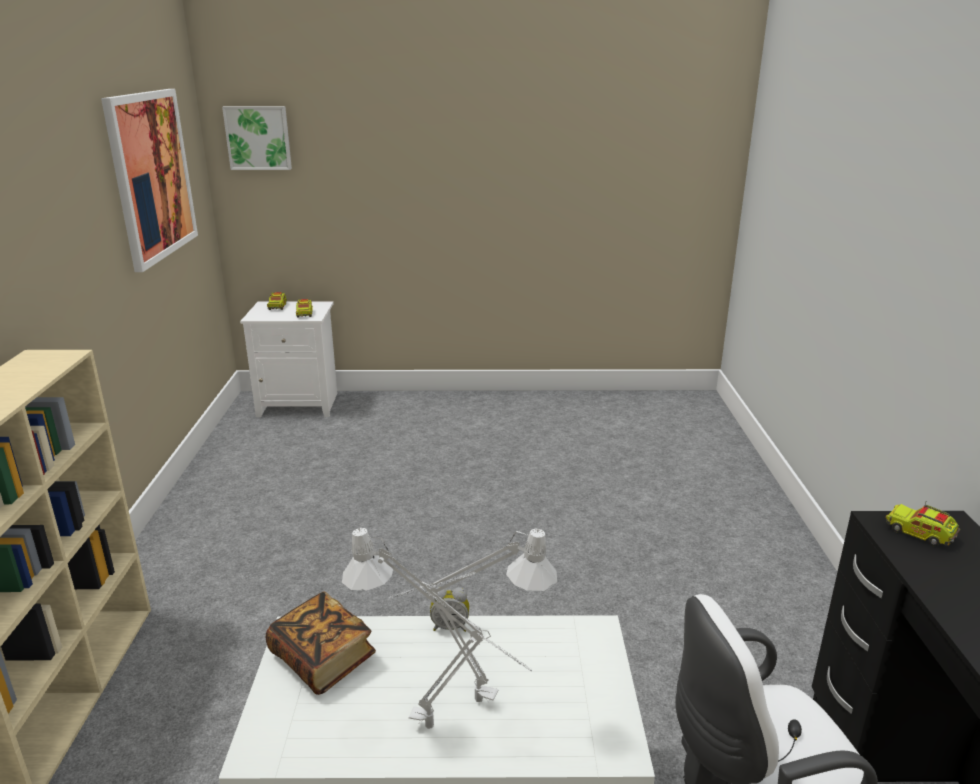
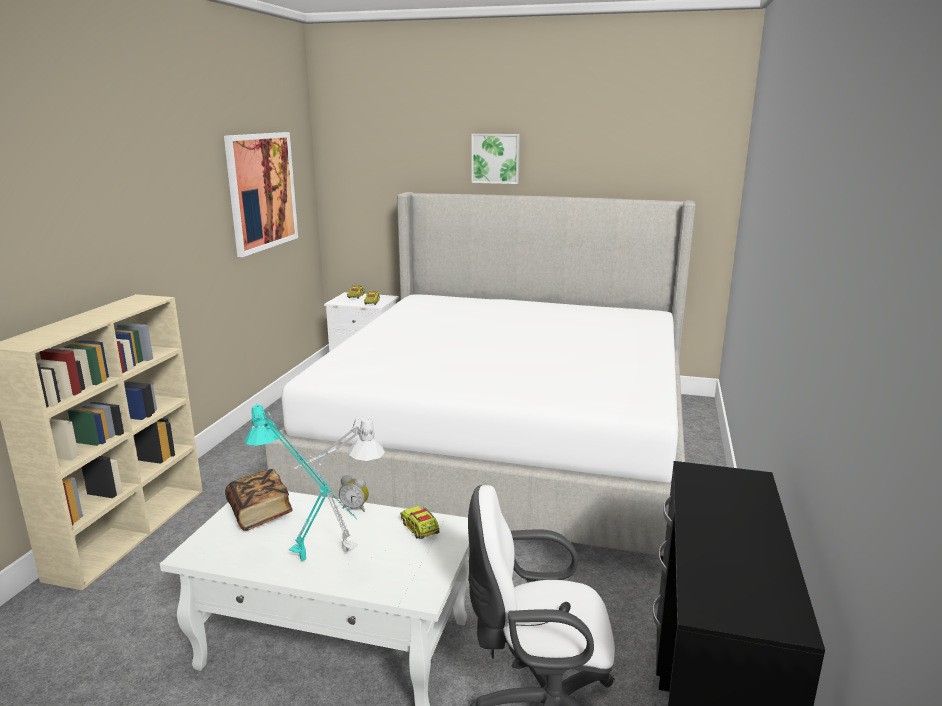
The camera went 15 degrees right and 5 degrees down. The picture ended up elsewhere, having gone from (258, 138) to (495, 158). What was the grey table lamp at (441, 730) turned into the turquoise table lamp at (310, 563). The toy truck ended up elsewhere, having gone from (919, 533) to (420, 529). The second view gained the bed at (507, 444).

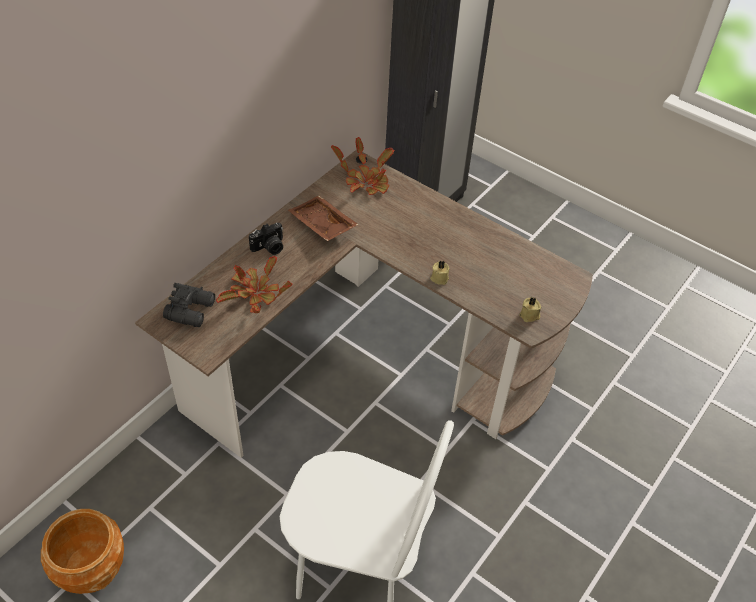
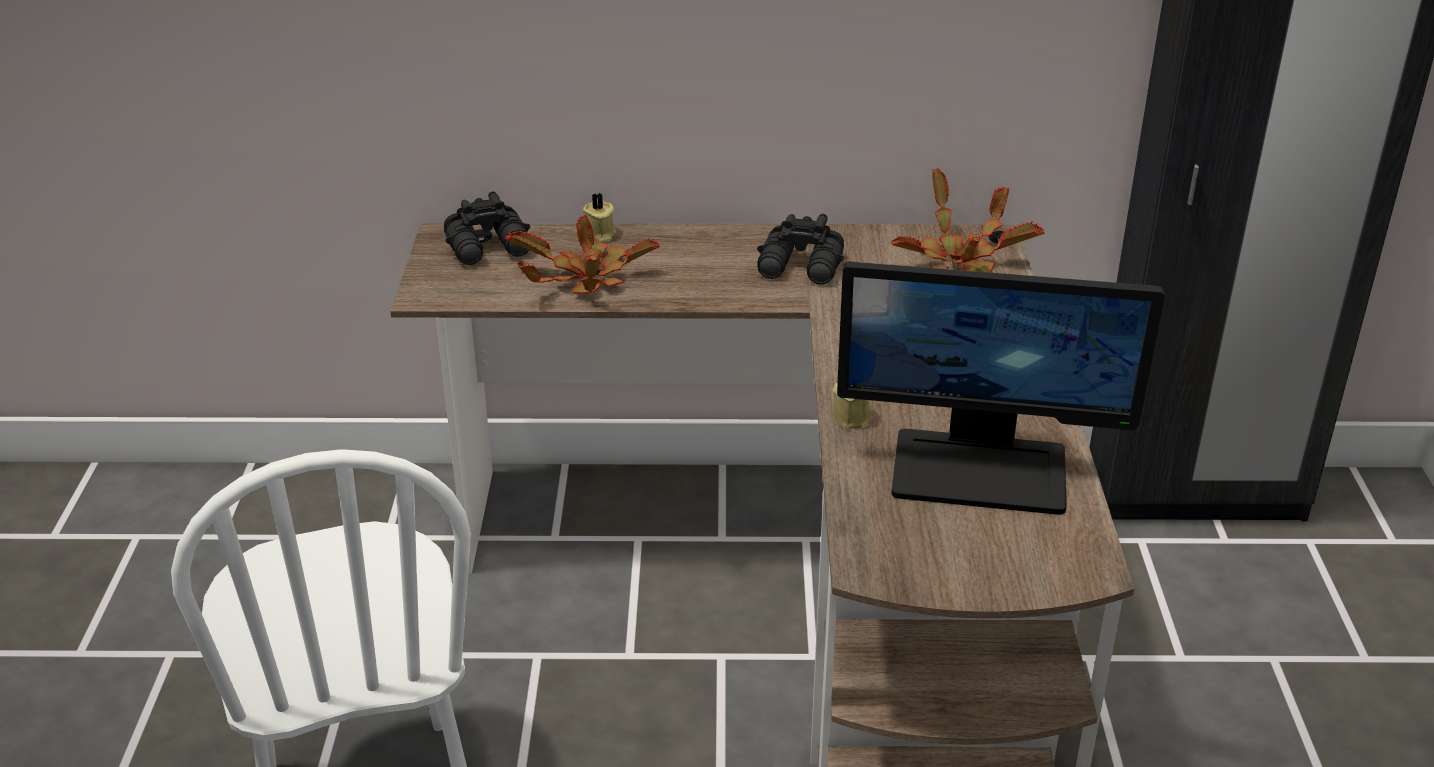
The camera went 55 degrees right and 15 degrees down. The second view lost the brown planter at (92, 568). The second view lost the photo camera at (269, 248). Where the brown tray stood at (321, 225), the black binoculars came to stand at (802, 268). The beige candle ended up elsewhere, having gone from (530, 315) to (599, 235). The second view gained the monitor at (980, 470).

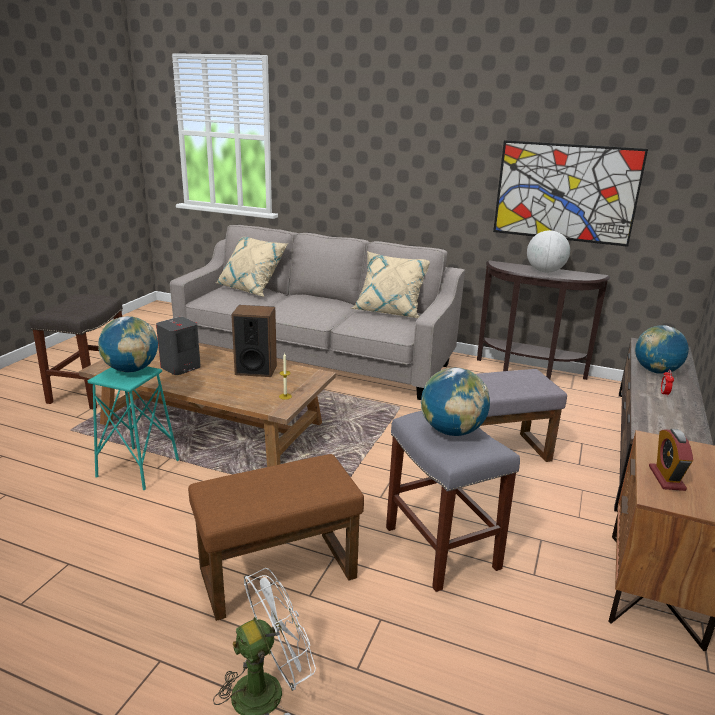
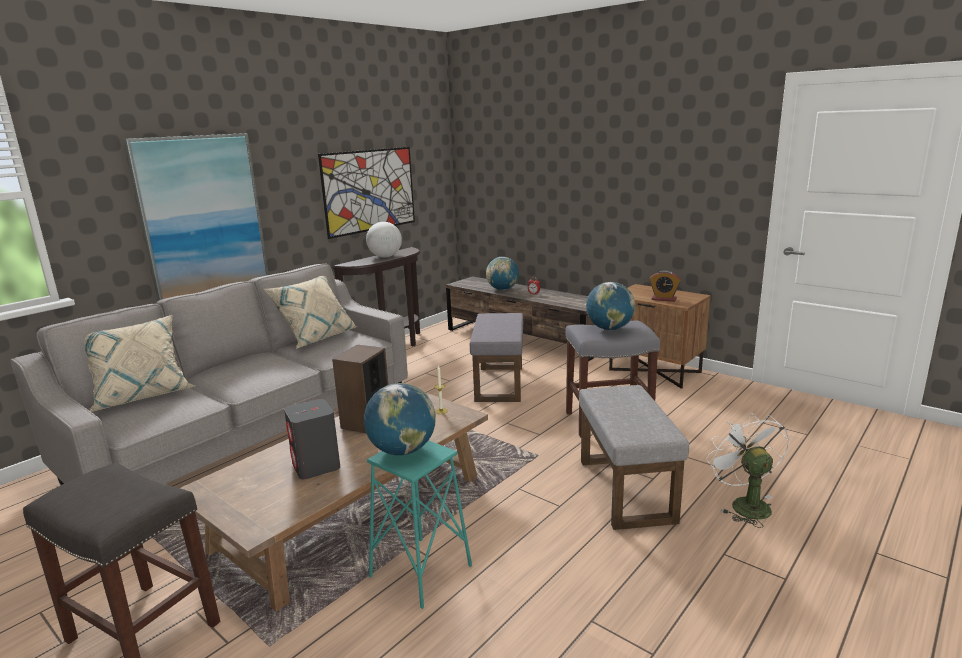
The camera went 70 degrees left and 5 degrees down. What was the brown ottoman at (276, 574) turned into the grey ottoman at (627, 490). The second view gained the picture at (202, 217).

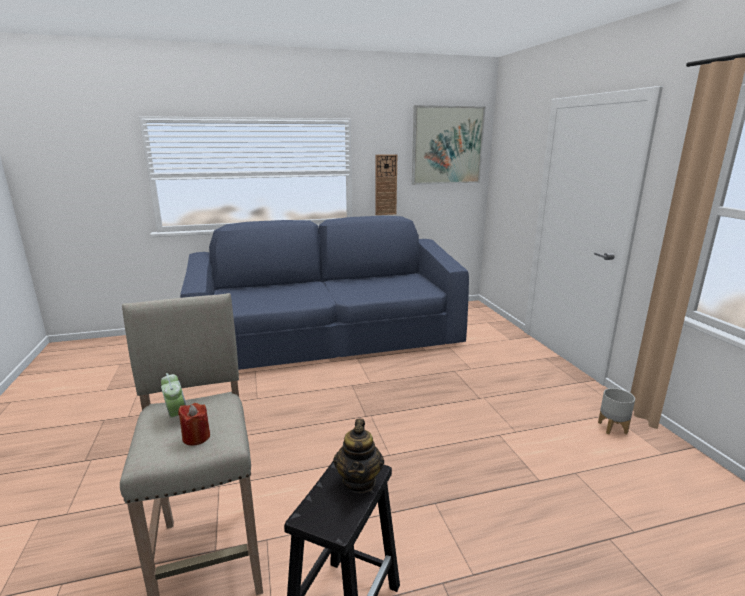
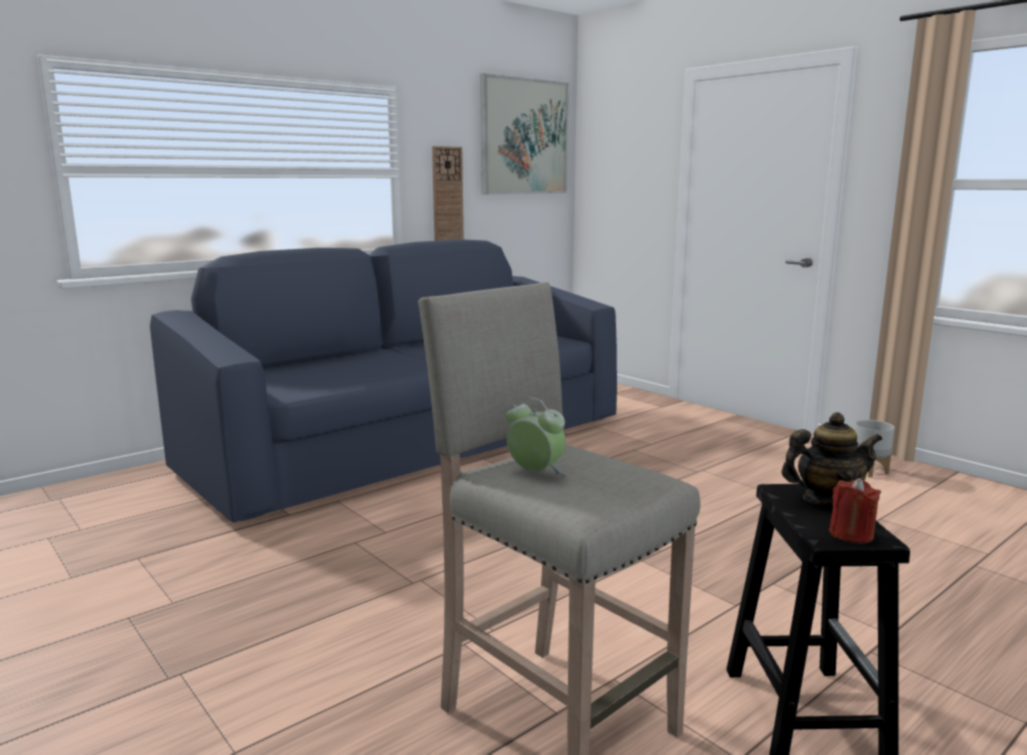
The camera went 25 degrees left and 5 degrees down. The red candle ended up elsewhere, having gone from (196, 437) to (851, 534). The teapot at (359, 481) ended up facing another way, 75 degrees counterclockwise from before.

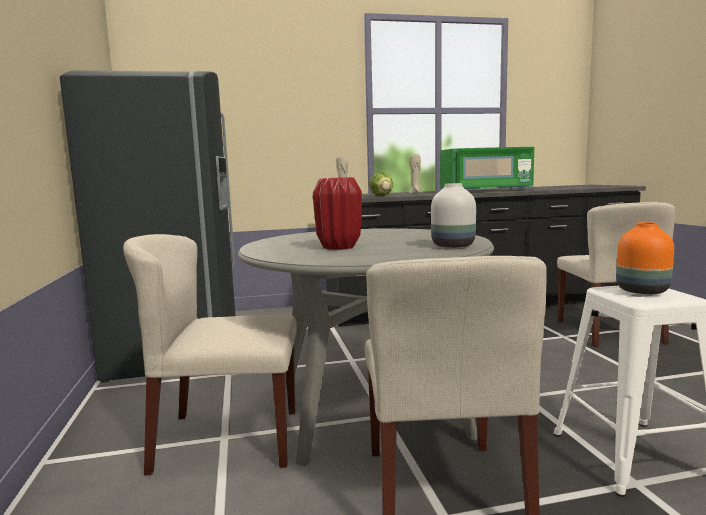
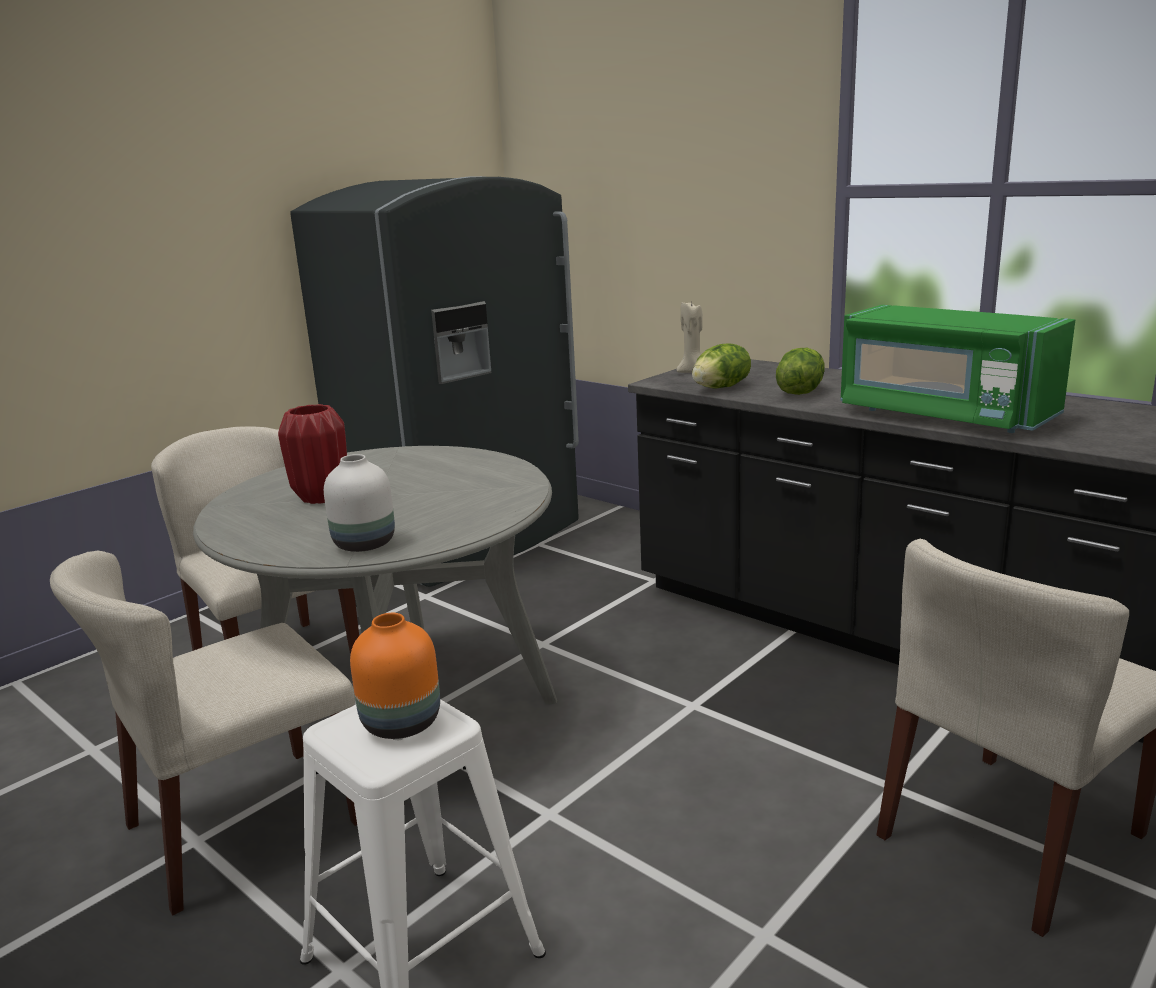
The camera went 55 degrees right and 10 degrees up. Where the beige candle stood at (415, 193), the lettuce came to stand at (799, 392).

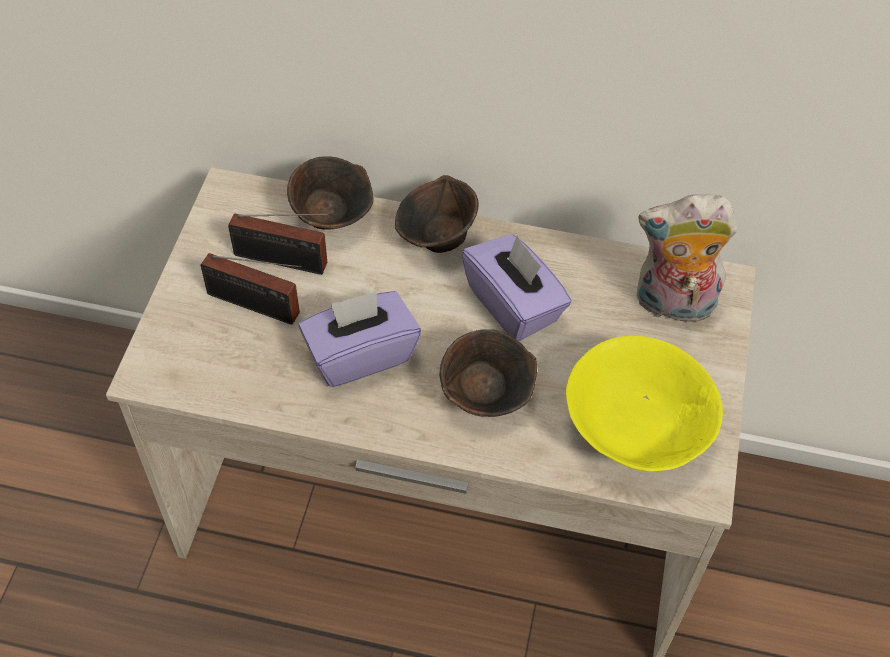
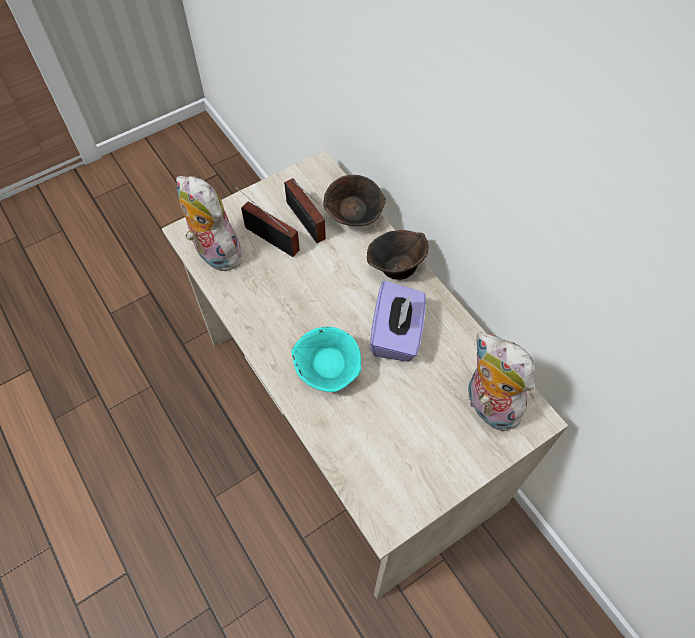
The camera went 45 degrees right and 5 degrees up. The radio at (258, 306) ended up facing another way, 150 degrees clockwise from before. The second view lost the purple tissue box at (360, 354). What was the brown bowl at (486, 395) turned into the turquoise bowl at (328, 371). The second view lost the yellow bowl at (633, 429). The second view gained the plush toy at (214, 253).

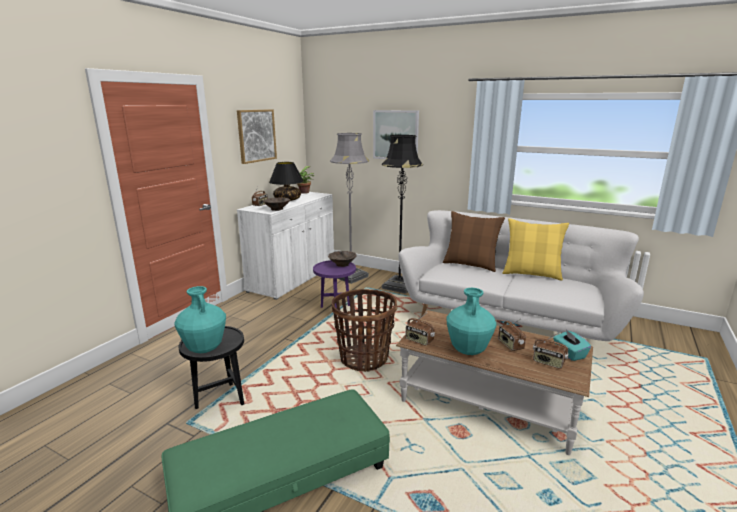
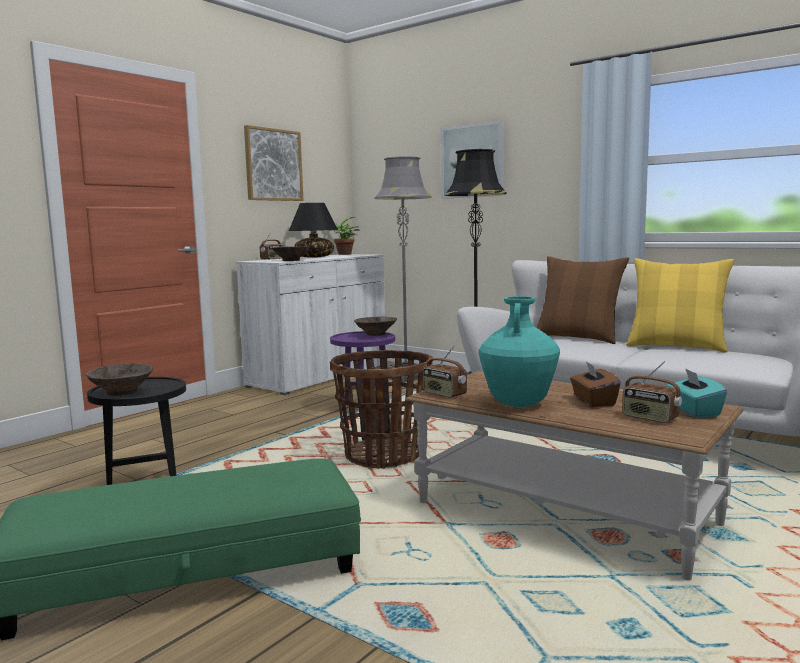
The camera went 10 degrees right and 10 degrees down. Where the turquoise vase stood at (204, 348), the brown bowl came to stand at (121, 392). Where the radio stood at (510, 345), the brown tissue box came to stand at (593, 401).

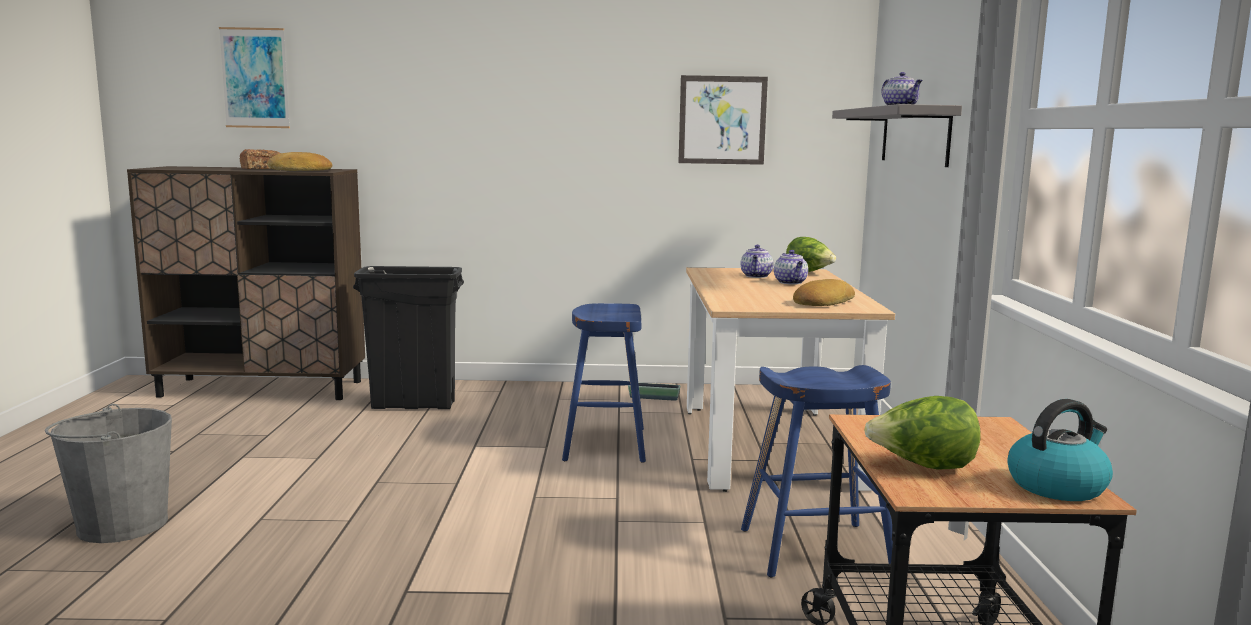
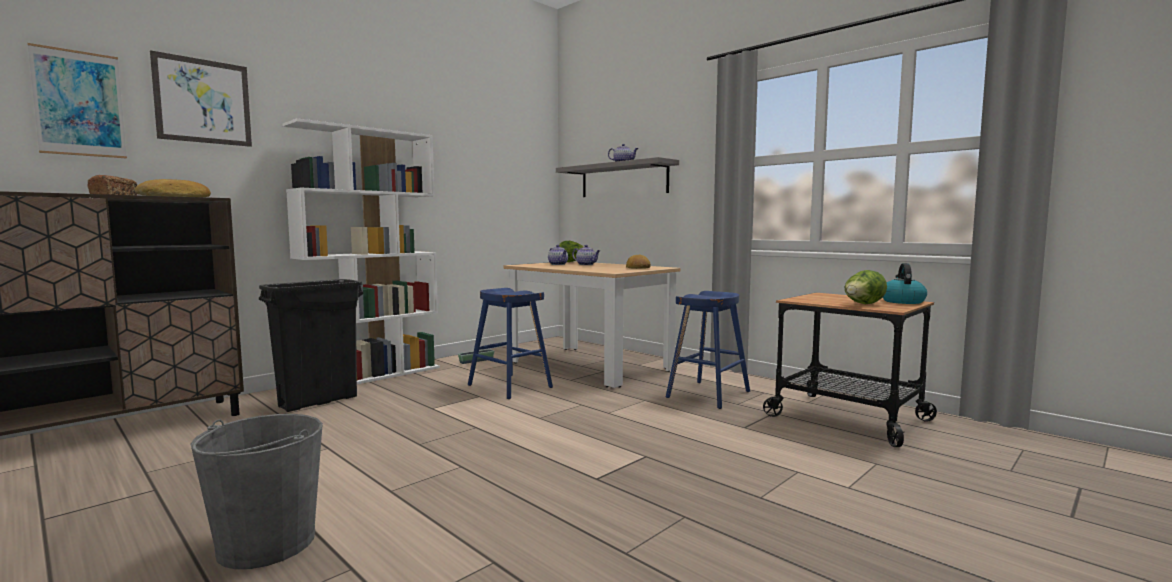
The camera went 45 degrees left and 5 degrees down. The picture ended up elsewhere, having gone from (722, 120) to (203, 101). The second view gained the white bookcase at (373, 375).

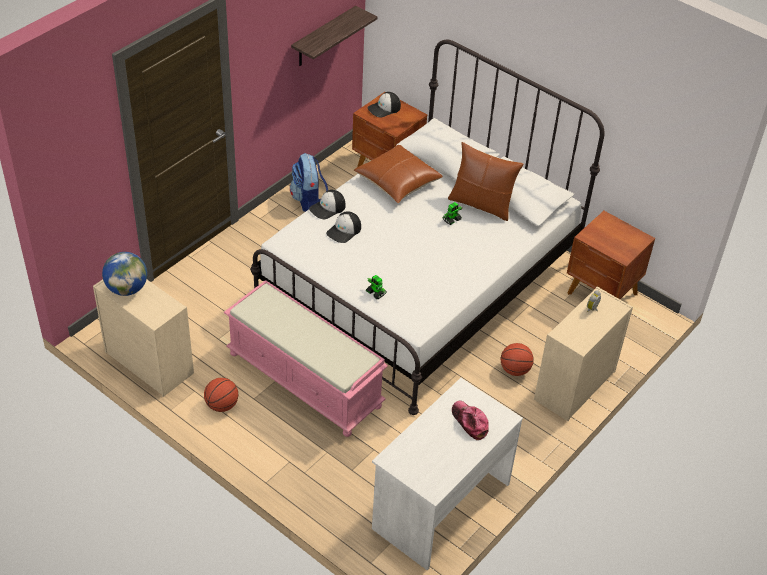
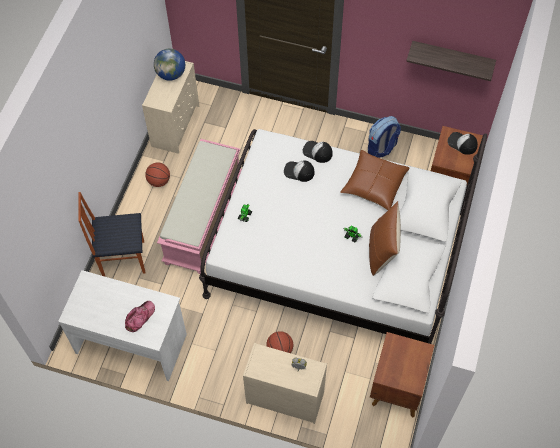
The camera went 70 degrees right and 15 degrees up. The second view gained the chair at (123, 258).

